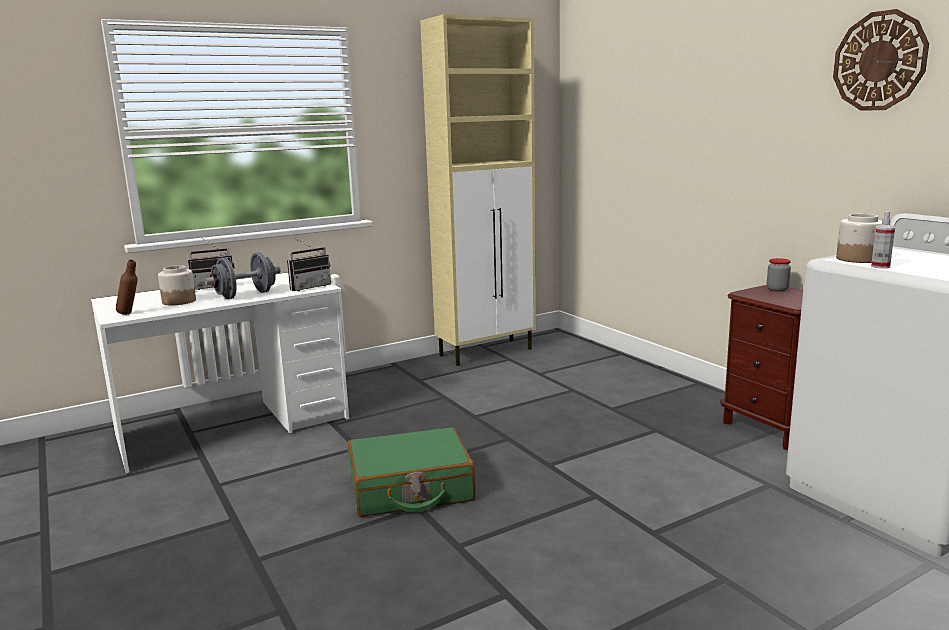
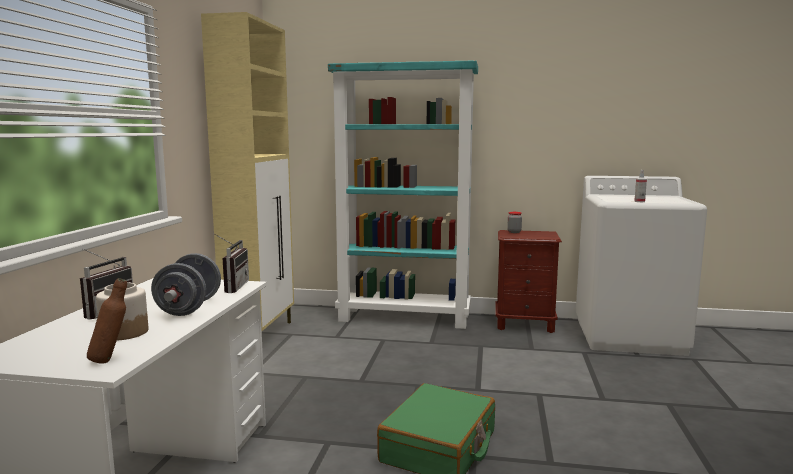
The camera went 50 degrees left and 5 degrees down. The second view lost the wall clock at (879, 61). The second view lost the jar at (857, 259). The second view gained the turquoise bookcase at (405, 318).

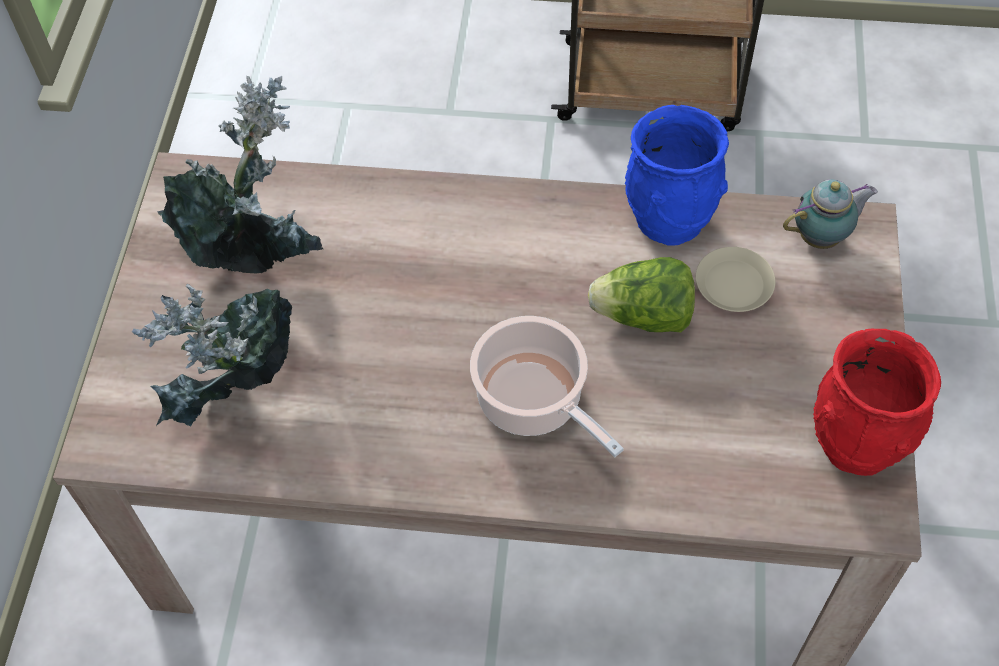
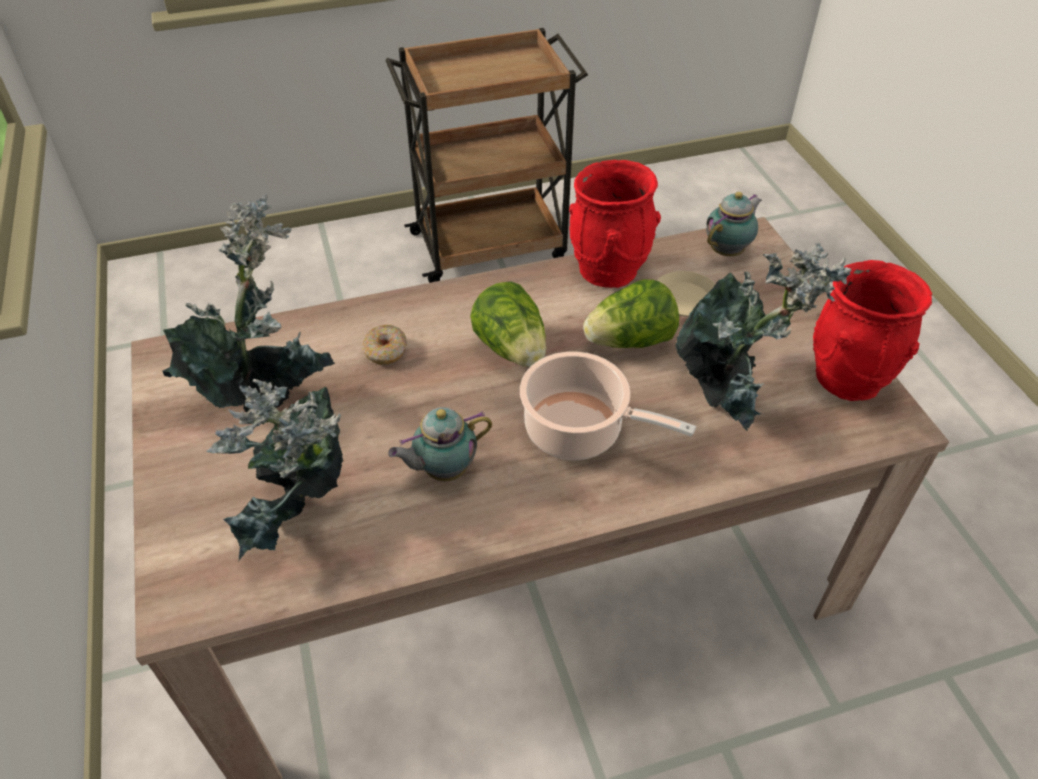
The camera went 25 degrees left and 10 degrees down. What was the blue vase at (670, 220) turned into the red vase at (609, 270). The second view gained the donut at (386, 351). The second view gained the teapot at (443, 470). The second view gained the lettuce at (512, 349). The second view gained the potted plant at (729, 395).

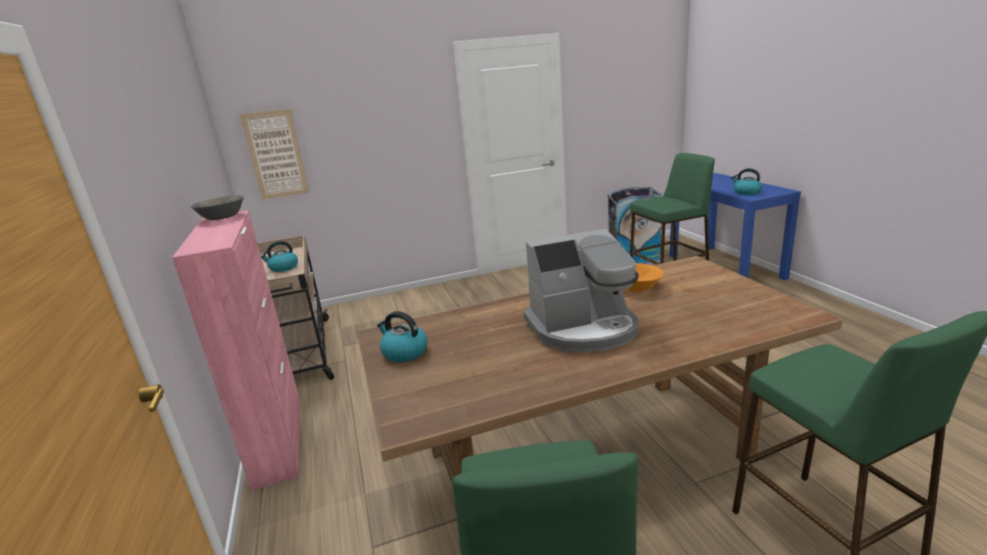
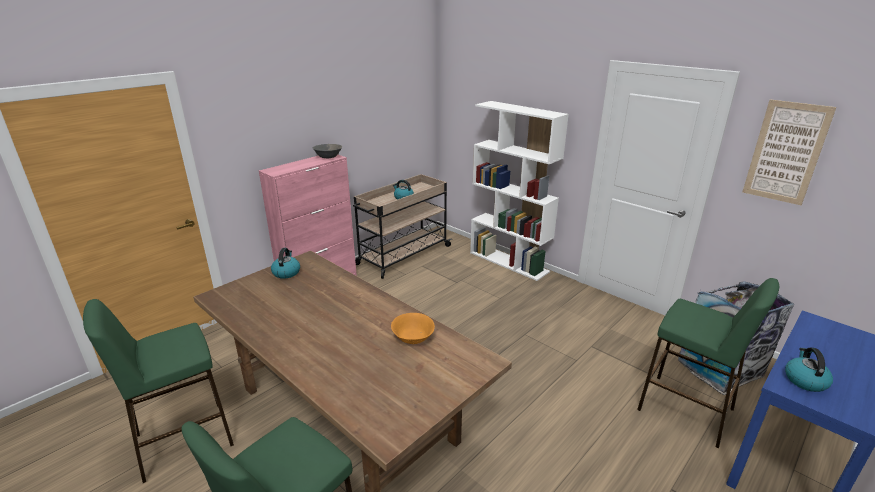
The camera went 60 degrees right and 5 degrees up. The picture ended up elsewhere, having gone from (276, 154) to (786, 152). The second view lost the coffee machine at (583, 328). The second view gained the white bookcase at (509, 262).

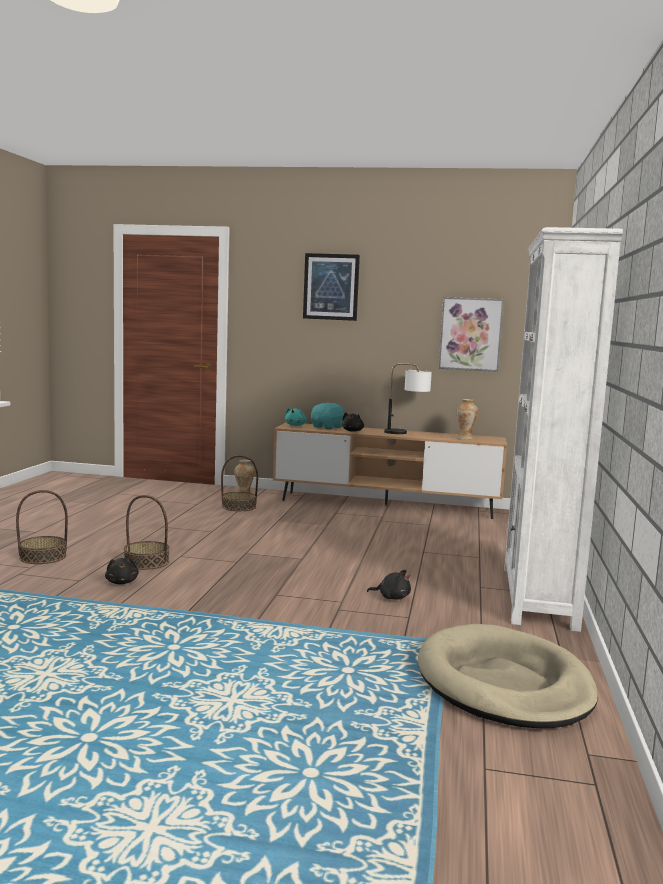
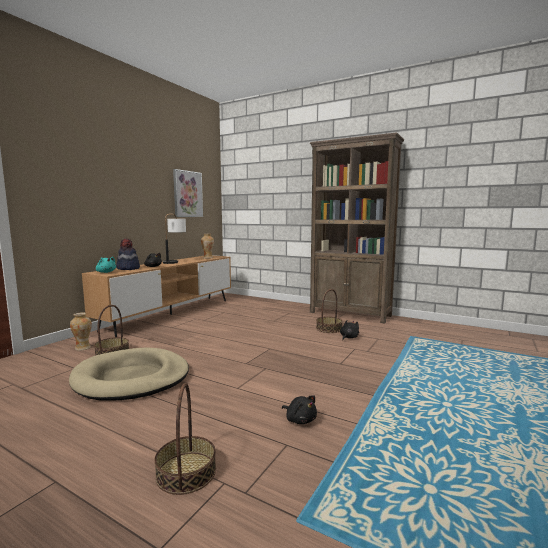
The camera went 70 degrees left and 0 degrees up. The black plush toy at (122, 582) ended up facing another way, 45 degrees clockwise from before. The basket ended up elsewhere, having gone from (146, 562) to (329, 328). The second view lost the picture at (331, 287). Where the turquoise plush toy stood at (327, 427), the hat came to stand at (128, 268). The beige dog bed ended up elsewhere, having gone from (504, 683) to (132, 378). What was the white bookcase at (538, 597) turned into the brown bookcase at (350, 314).

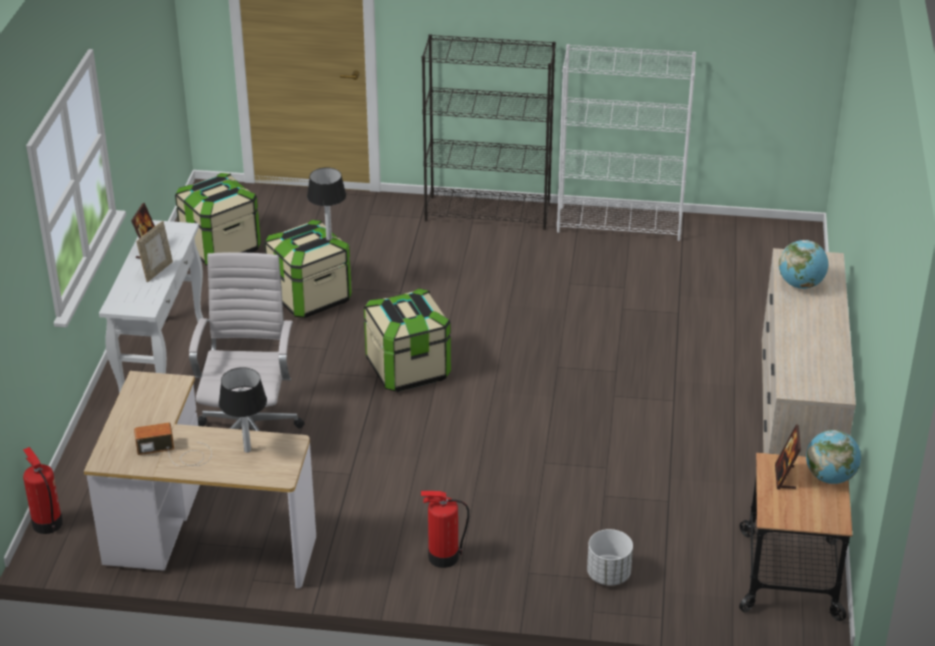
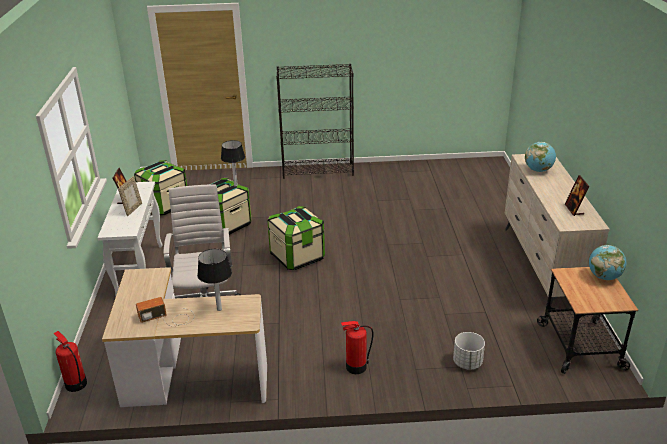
The camera went 10 degrees left and 5 degrees down. The second view lost the white bookcase at (620, 223). The picture frame ended up elsewhere, having gone from (785, 477) to (574, 209).

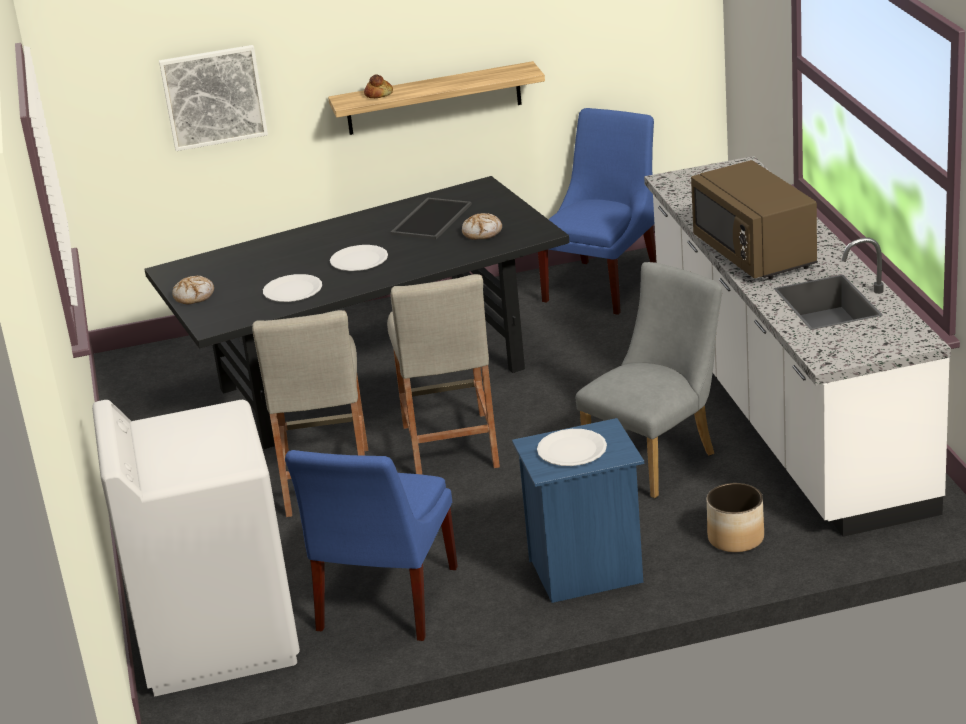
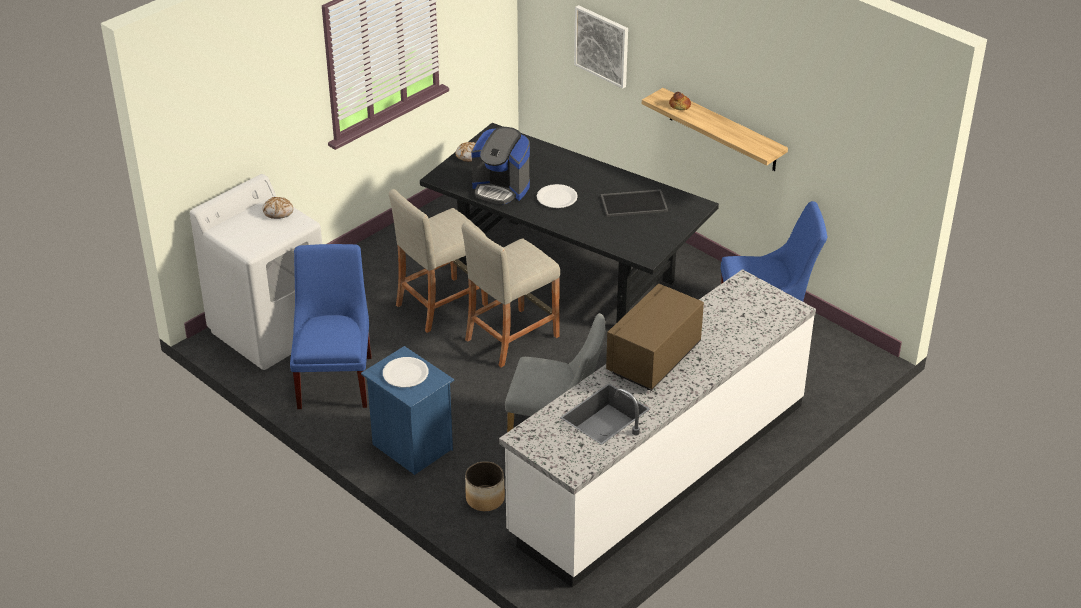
The camera went 55 degrees right and 10 degrees up. Where the white plate stood at (293, 290), the coffee machine came to stand at (501, 188). The blue chair at (384, 603) ended up facing another way, 105 degrees clockwise from before. The bread ended up elsewhere, having gone from (482, 232) to (278, 212).

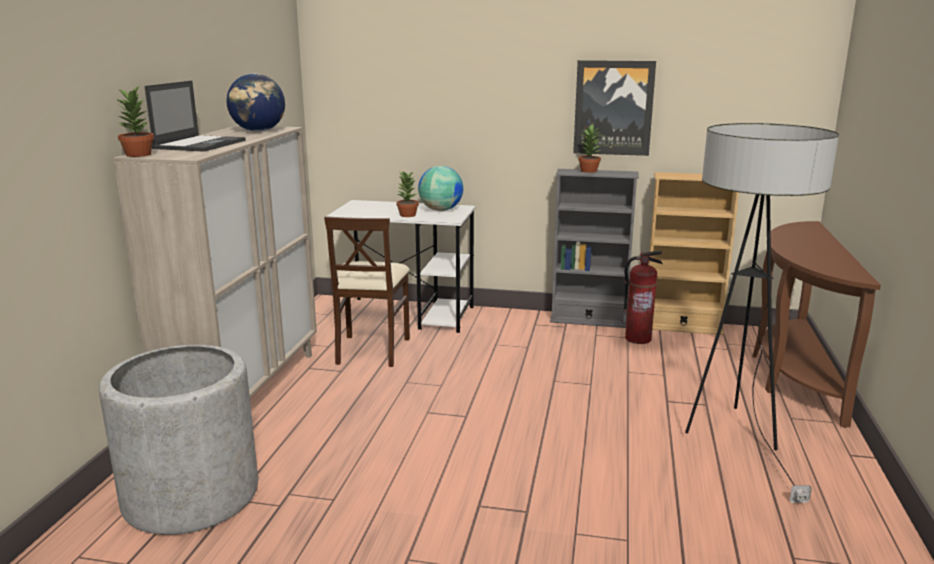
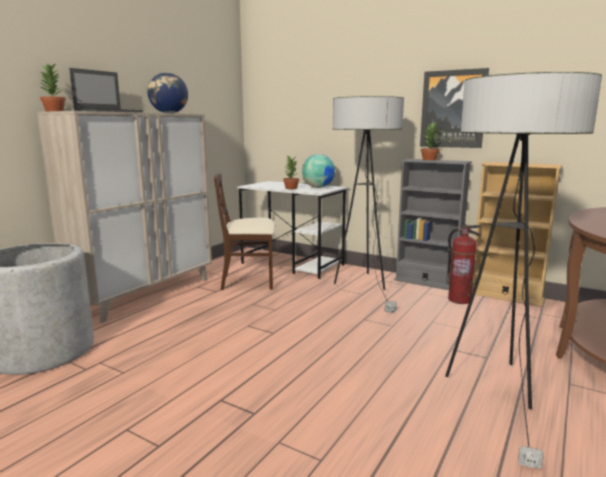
The camera went 20 degrees right and 5 degrees down. The beige chair at (371, 350) ended up facing another way, 60 degrees clockwise from before. The second view gained the floor lamp at (363, 287).

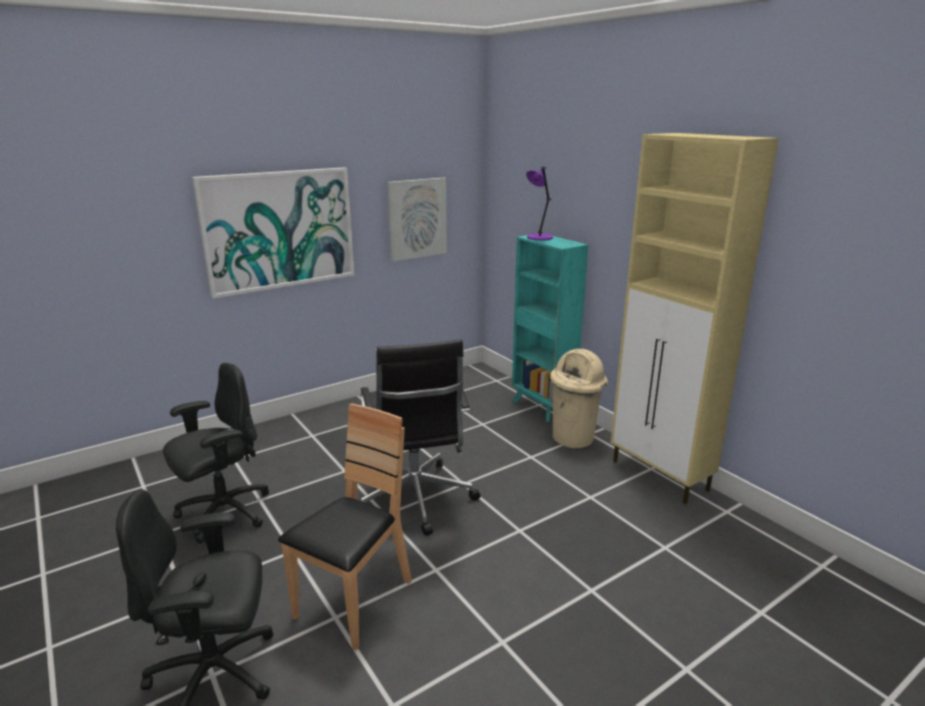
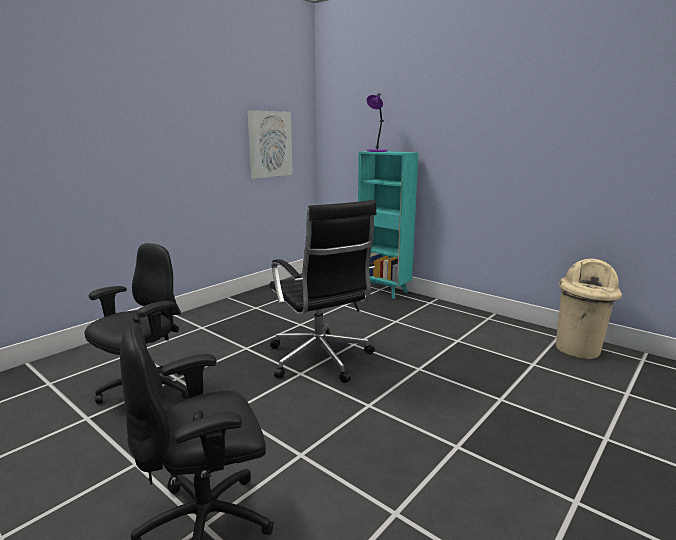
The camera went 15 degrees left and 5 degrees down. The second view lost the picture at (279, 230). The second view lost the brown chair at (355, 601). The beige trash can ended up elsewhere, having gone from (573, 438) to (578, 350). The second view lost the beige cabinet at (660, 476).

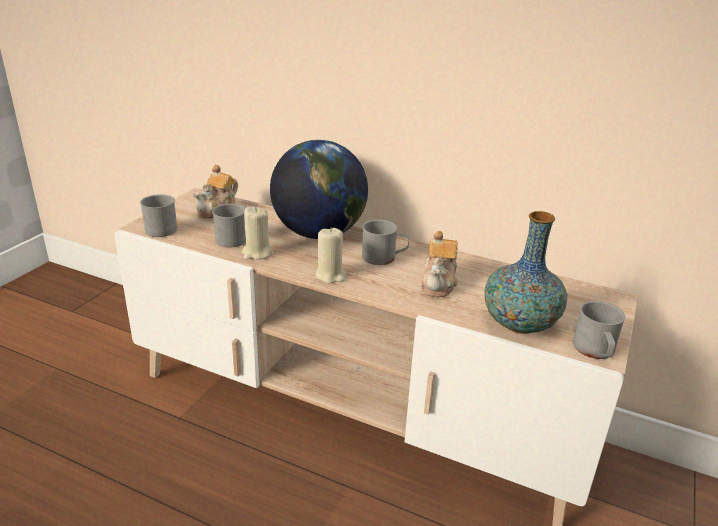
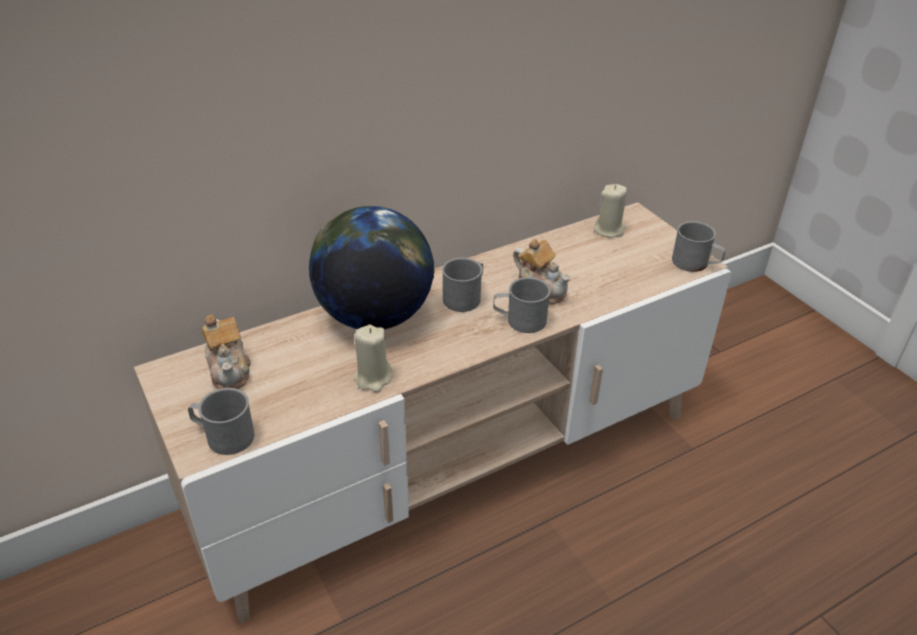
The camera went 55 degrees left and 10 degrees up. The grey mug ended up elsewhere, having gone from (229, 237) to (520, 320). The beige candle ended up elsewhere, having gone from (330, 275) to (609, 230). The second view lost the vase at (519, 324).

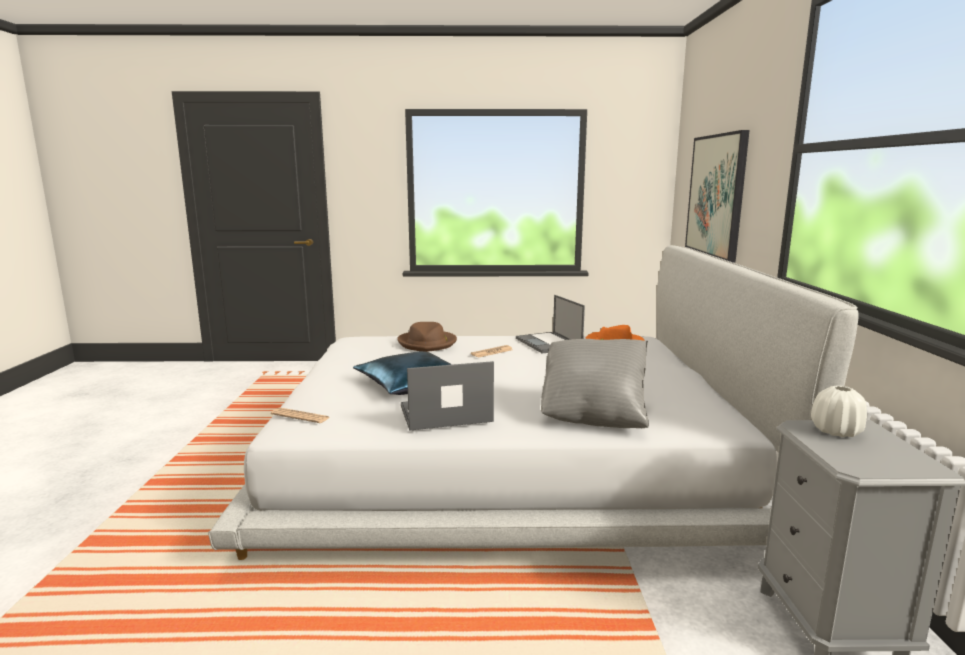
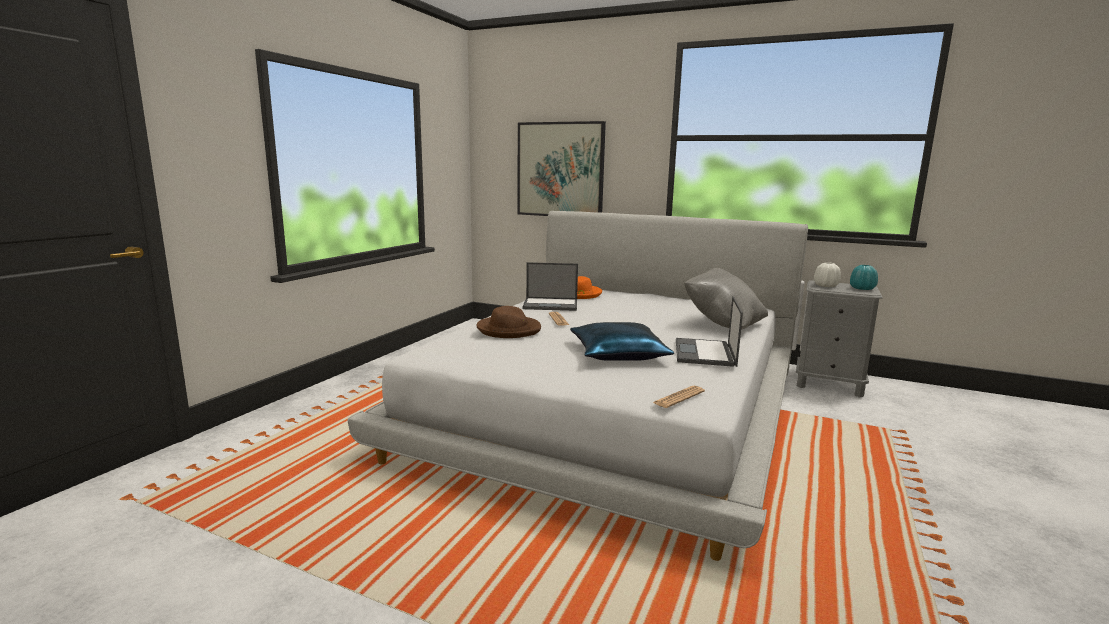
The camera went 65 degrees left and 0 degrees up. The second view gained the turquoise vase at (862, 288).

